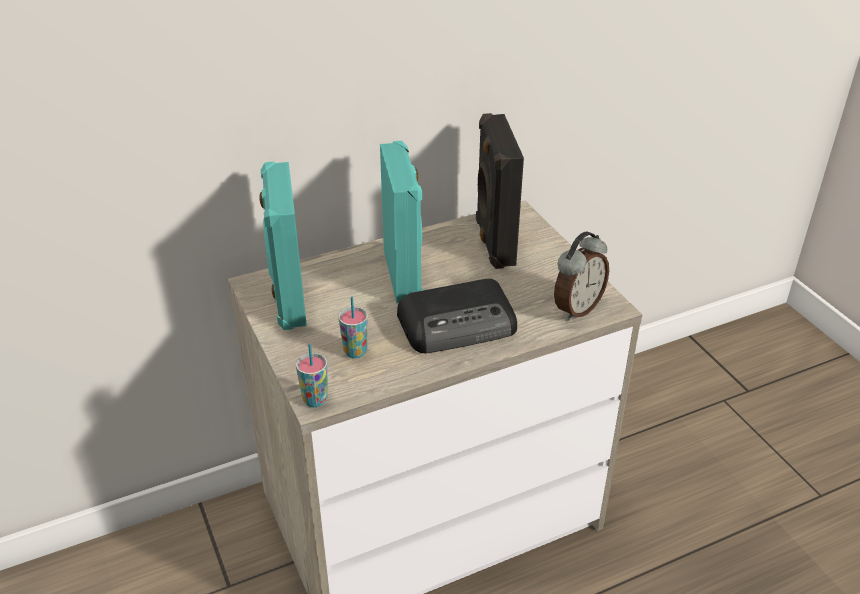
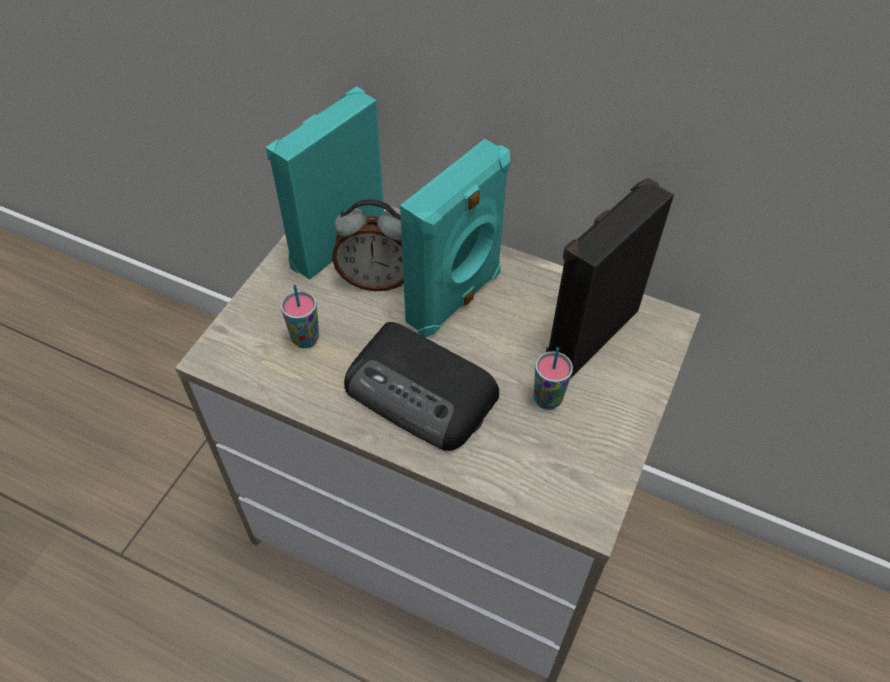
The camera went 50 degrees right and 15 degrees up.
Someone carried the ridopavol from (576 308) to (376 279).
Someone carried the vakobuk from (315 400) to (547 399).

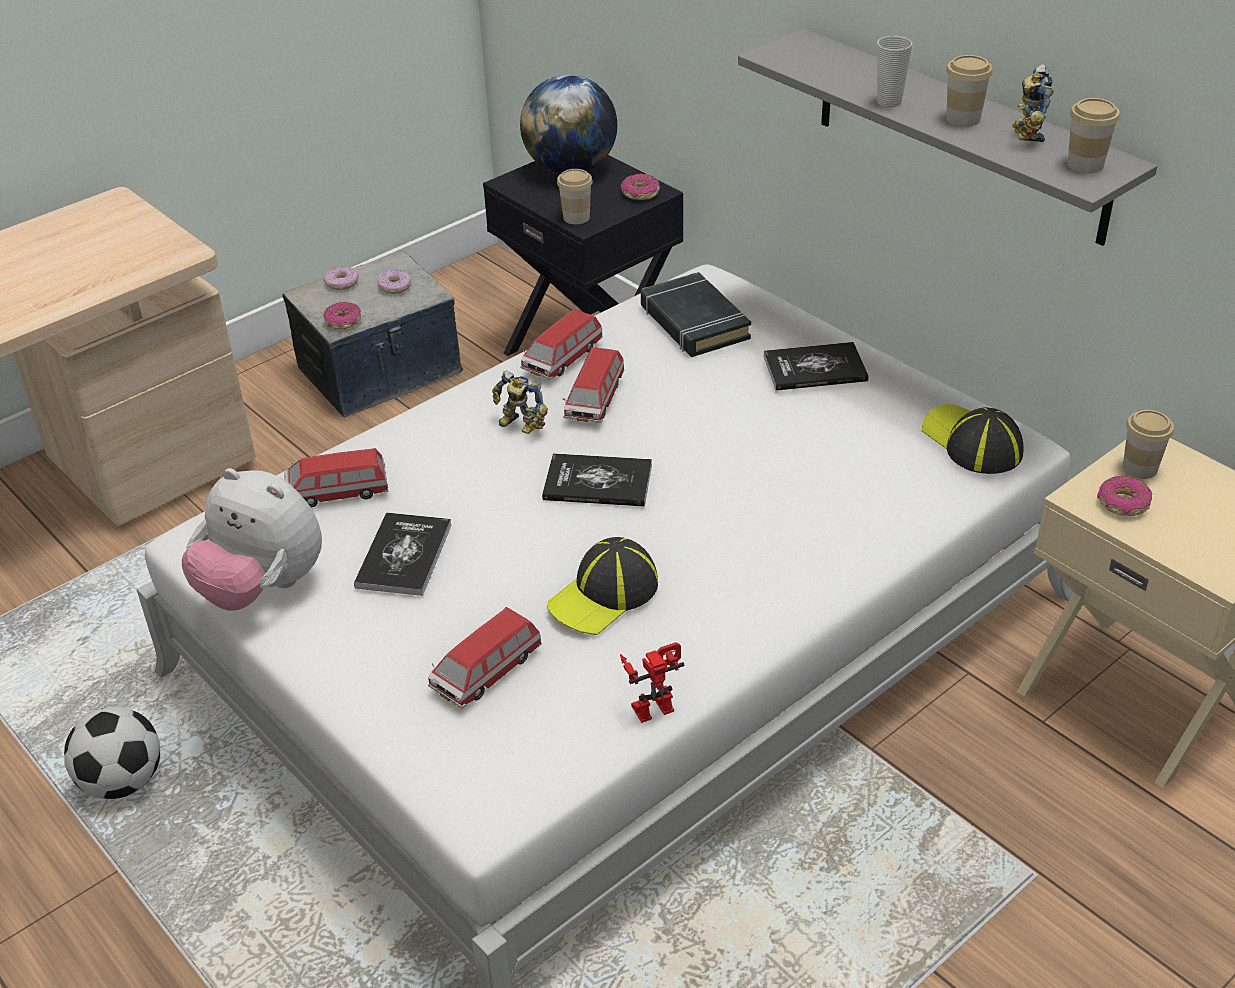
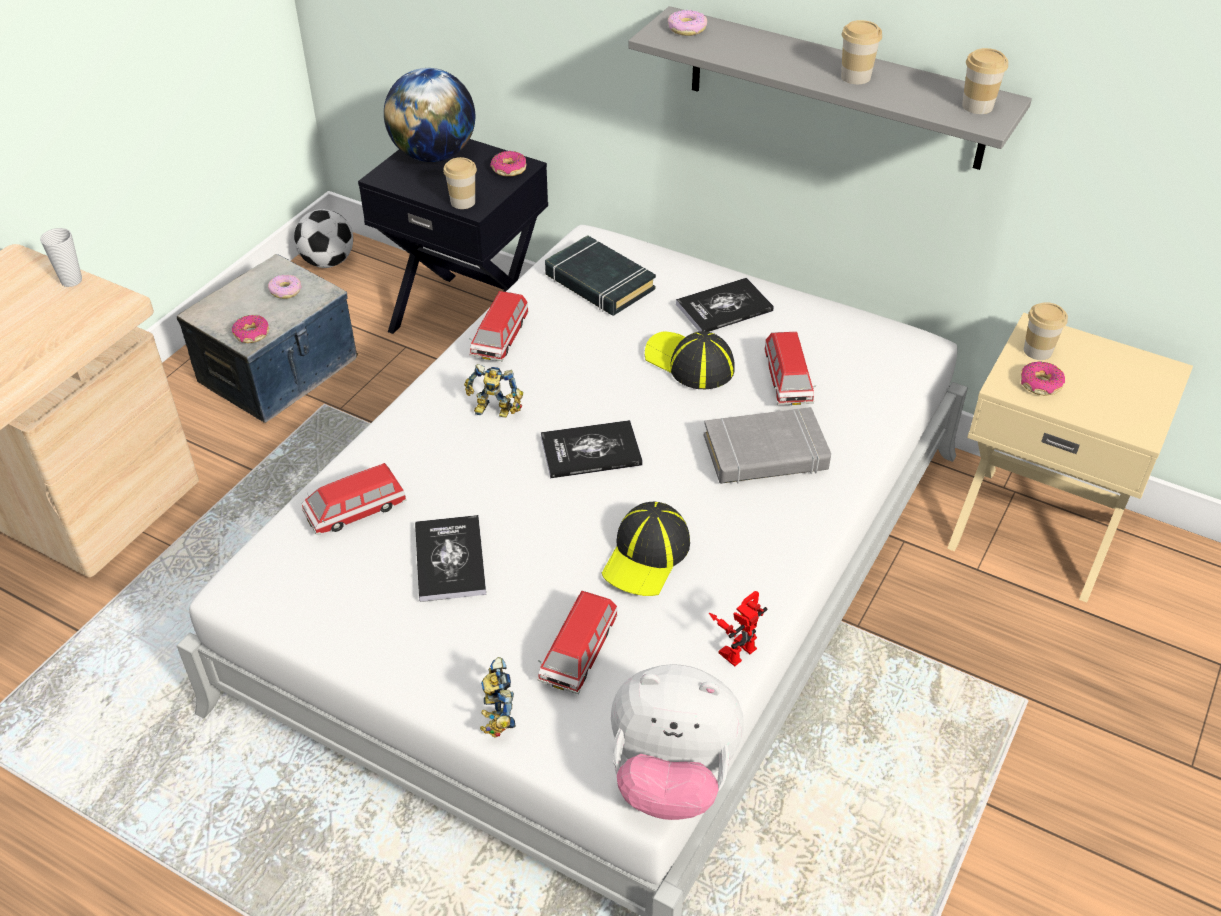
The camera went 20 degrees left and 5 degrees up.
Someone carried the vakobuk from (889 102) to (71 281).
Someone carried the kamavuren from (123 782) to (328 262).
Someone carried the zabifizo from (1025 133) to (496 714).
Someone carried the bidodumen from (262 588) to (671 777).
Someone carried the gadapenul from (972 443) to (689 363).
Someone carried the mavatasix from (342 283) to (687 29).
Someone put down the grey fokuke at (765 453).
Someone carried the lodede from (595 400) to (787 381).

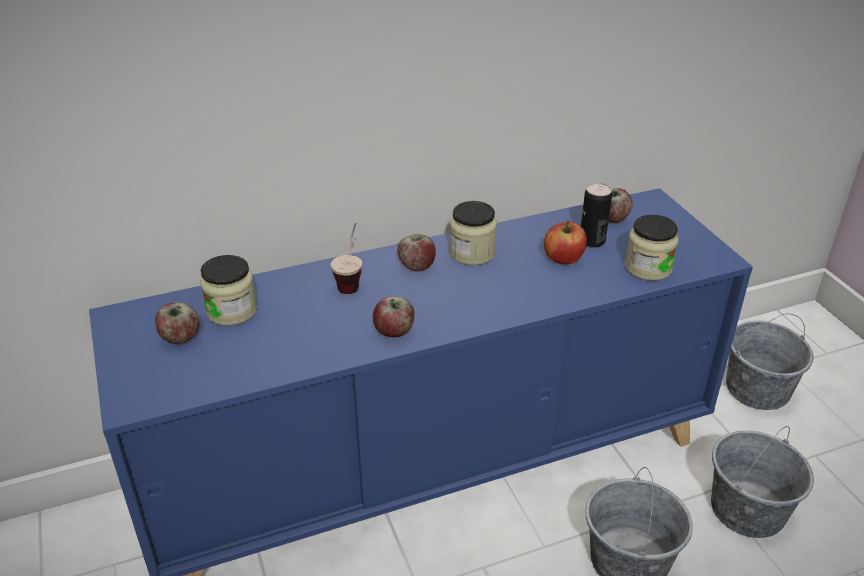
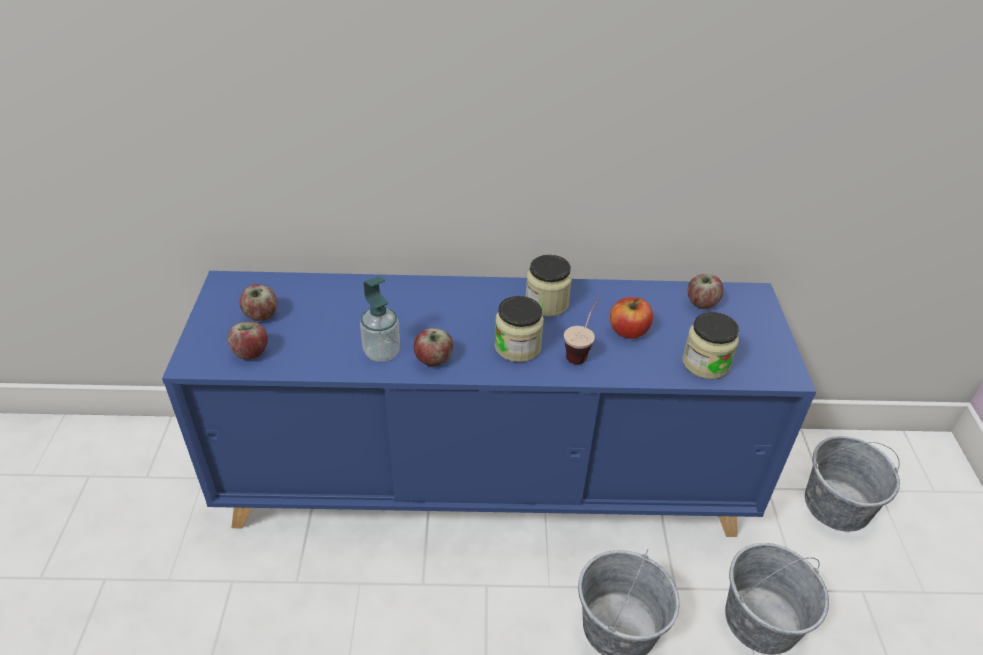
The camera went 20 degrees right and 5 degrees up.
Someone carried the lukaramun from (417 266) to (251 352).
Someone put down the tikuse at (382 352).
Someone carried the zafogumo from (232 311) to (517 347).
Someone carried the vakobuk from (351 281) to (581 350).
Someone took away the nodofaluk at (592 241).

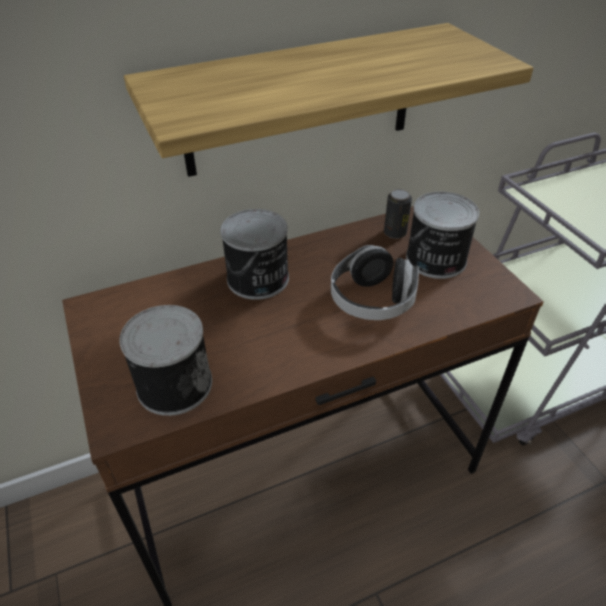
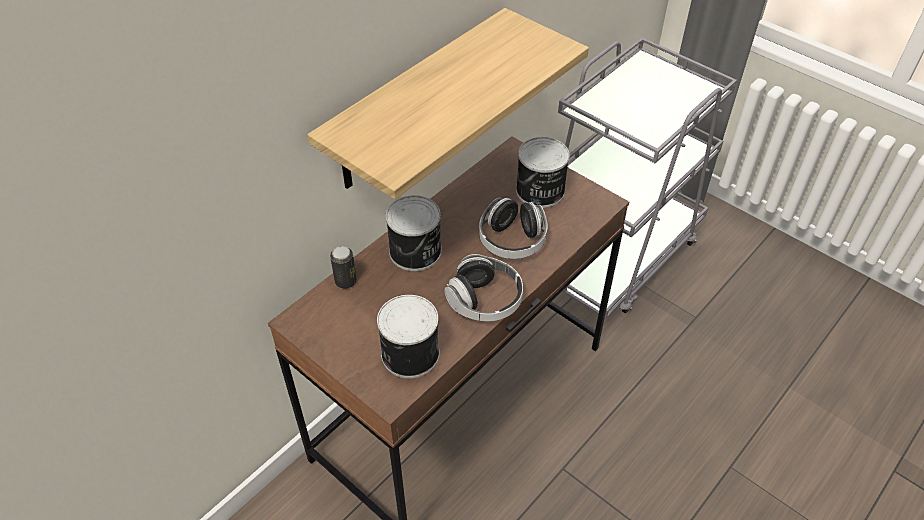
The camera went 25 degrees left and 5 degrees up.
Someone carried the nodofaluk from (395 233) to (345 281).
Someone put down the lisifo at (484 301).

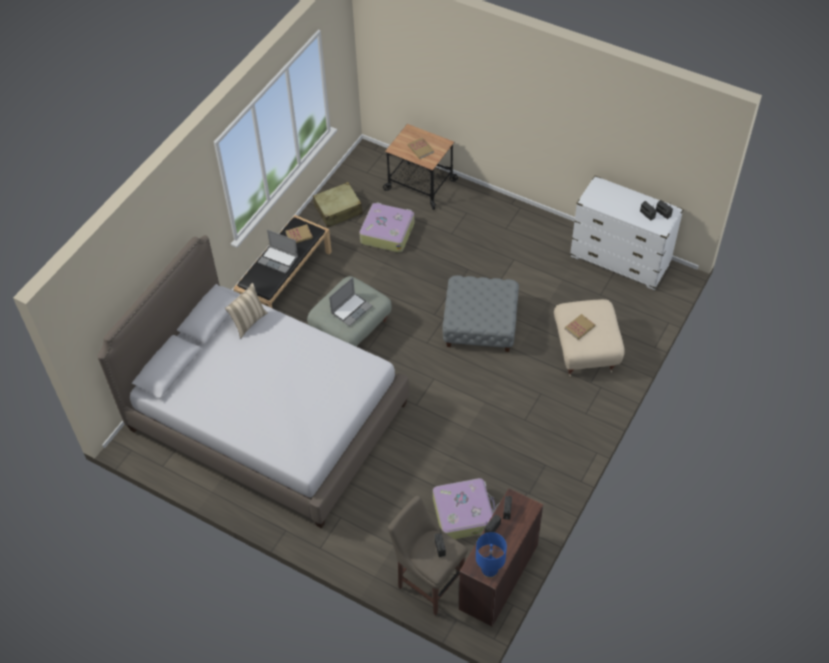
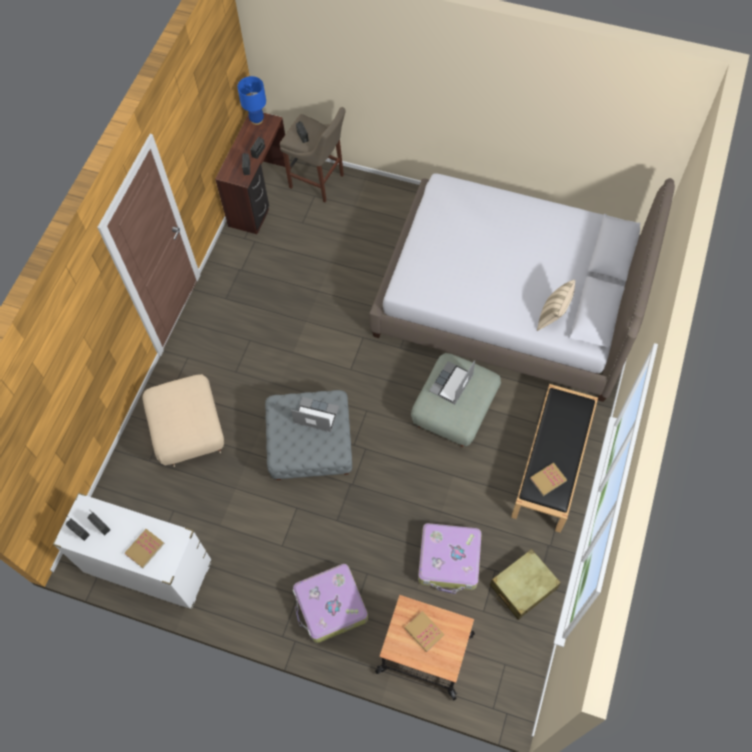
The camera went 170 degrees right and 10 degrees up.
Someone carried the fokuke from (579 327) to (144 548).
Someone carried the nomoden from (279 260) to (315 416).
Someone carried the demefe from (464 513) to (330 606).

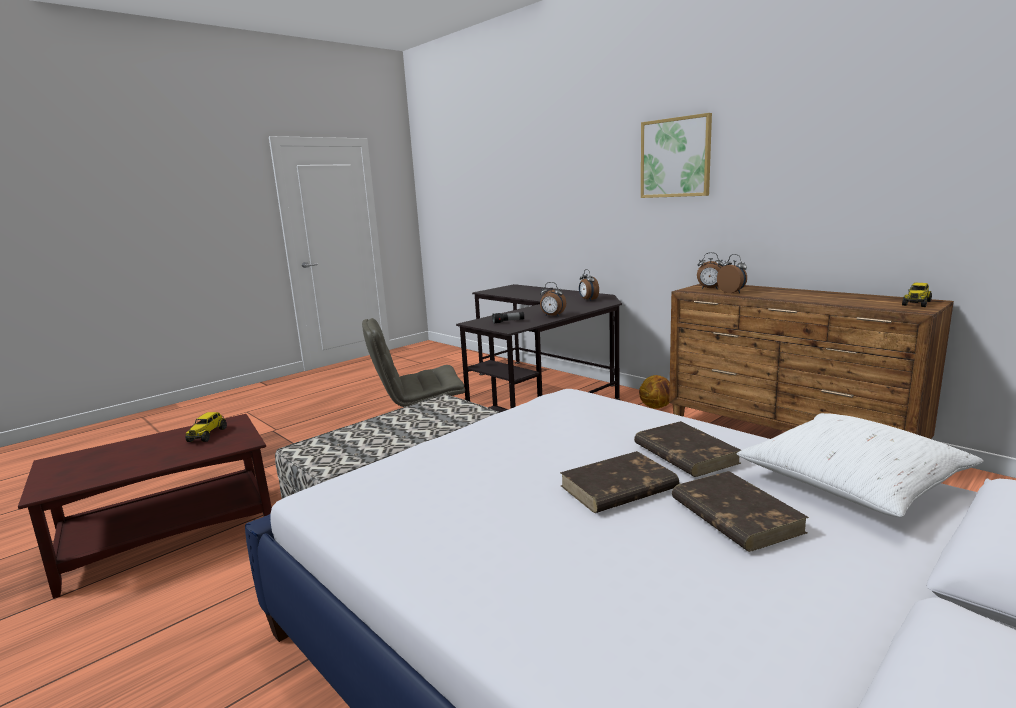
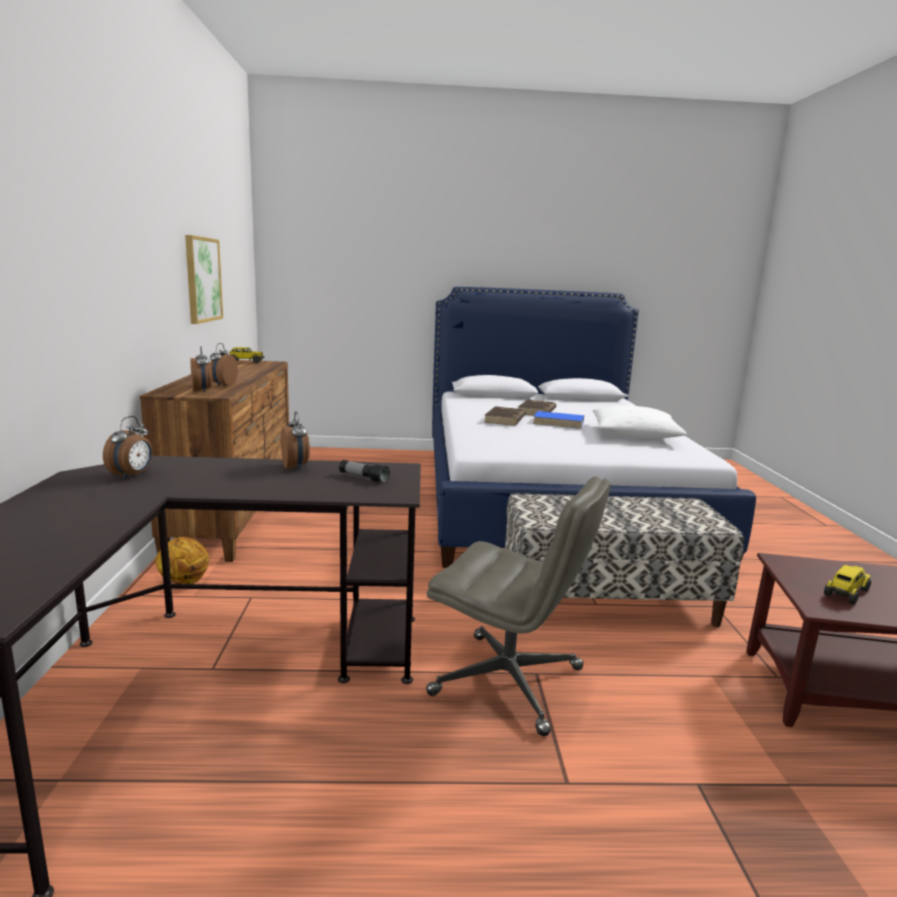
The camera went 140 degrees left and 0 degrees up.
Someone carried the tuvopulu from (675 157) to (202 279).
Someone repainted the brown fokuke at (617 488), which became the blue fokuke at (559 422).
Someone carried the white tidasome from (851 482) to (635 435).

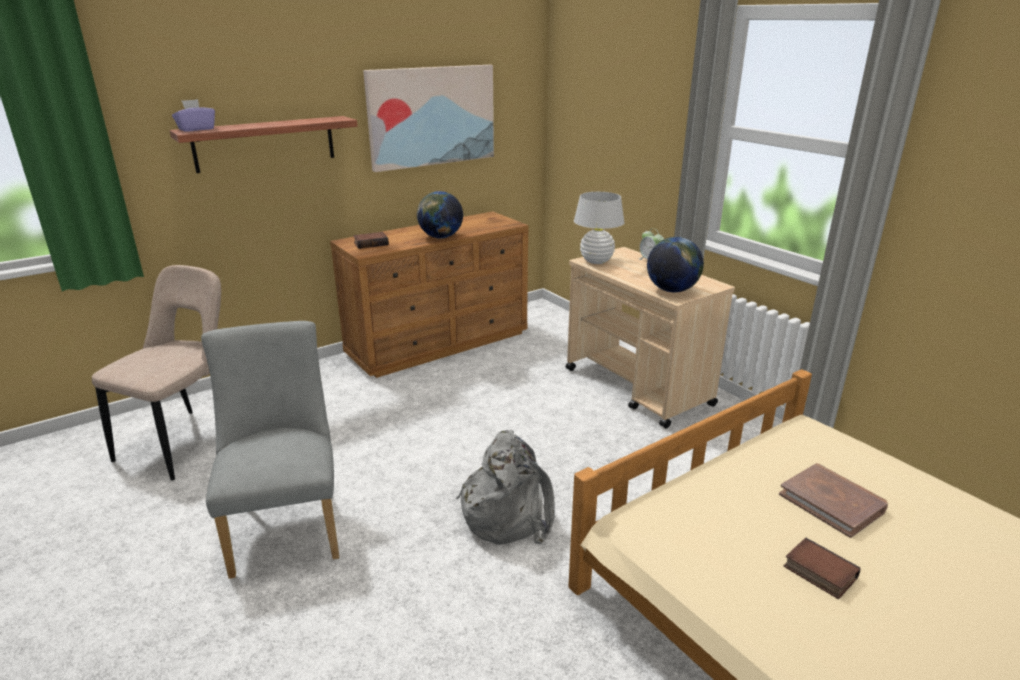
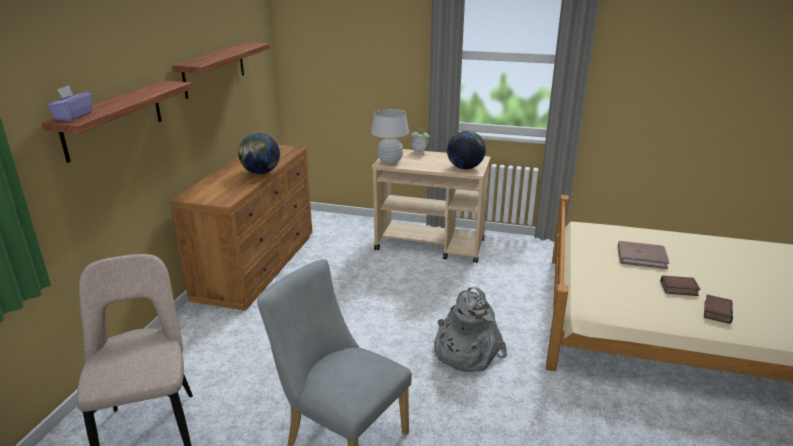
The camera went 40 degrees left and 0 degrees up.
Someone swapped the tuvopulu at (431 116) for the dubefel at (214 69).
Someone carried the fokuke from (371 243) to (716 311).

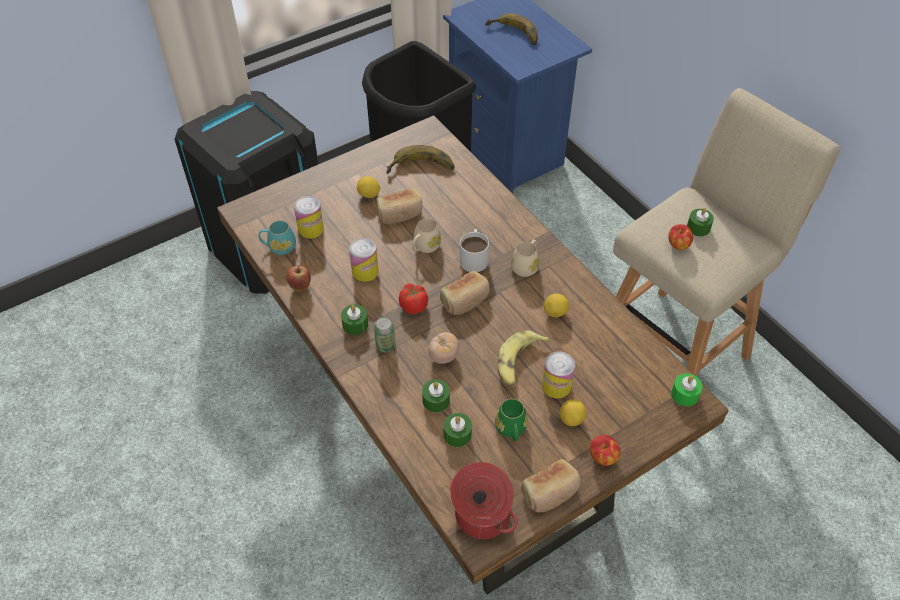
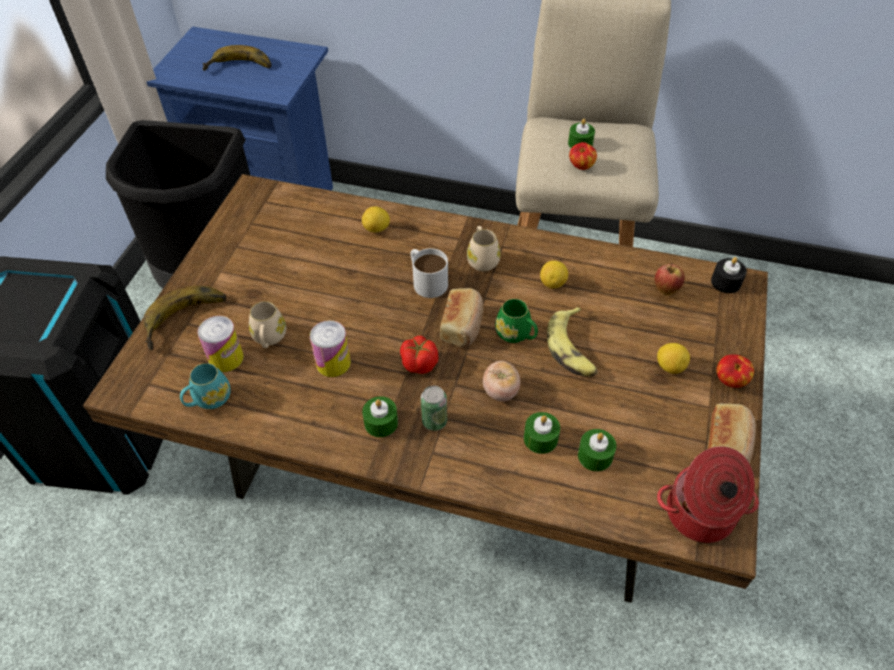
The camera went 40 degrees left and 0 degrees up.
Someone carried the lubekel from (421 169) to (187 321).
Someone carried the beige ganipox from (424 247) to (269 339).
Someone carried the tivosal from (369 195) to (377 229).
Someone carried the green ganipox from (511 430) to (516 335).
Someone carried the lukaramun from (300 287) to (665 290).
Someone repainted the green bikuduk at (684 394), which became the black bikuduk at (726 282).
Someone took away the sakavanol at (399 214).
Someone took away the nodofaluk at (556 386).

